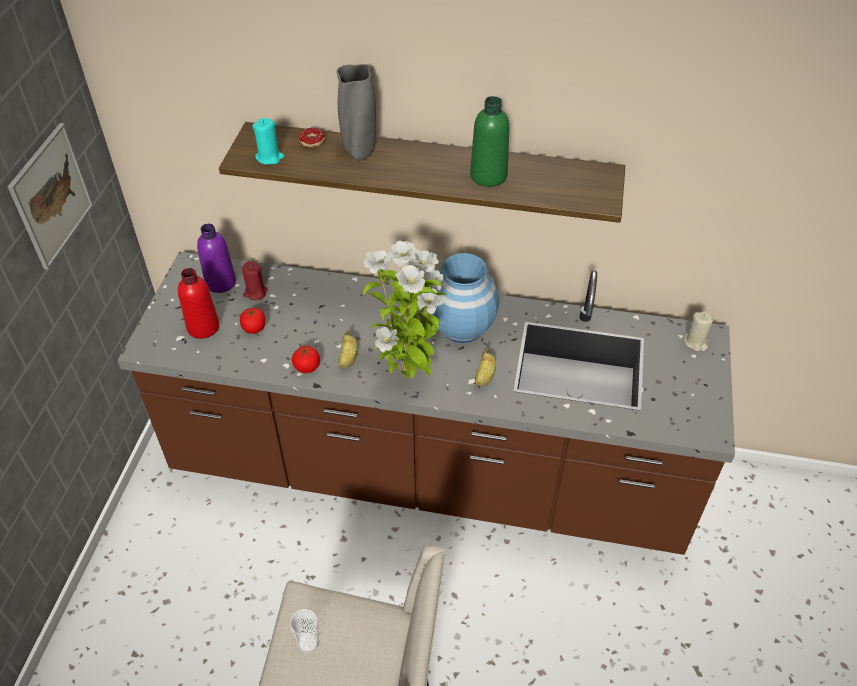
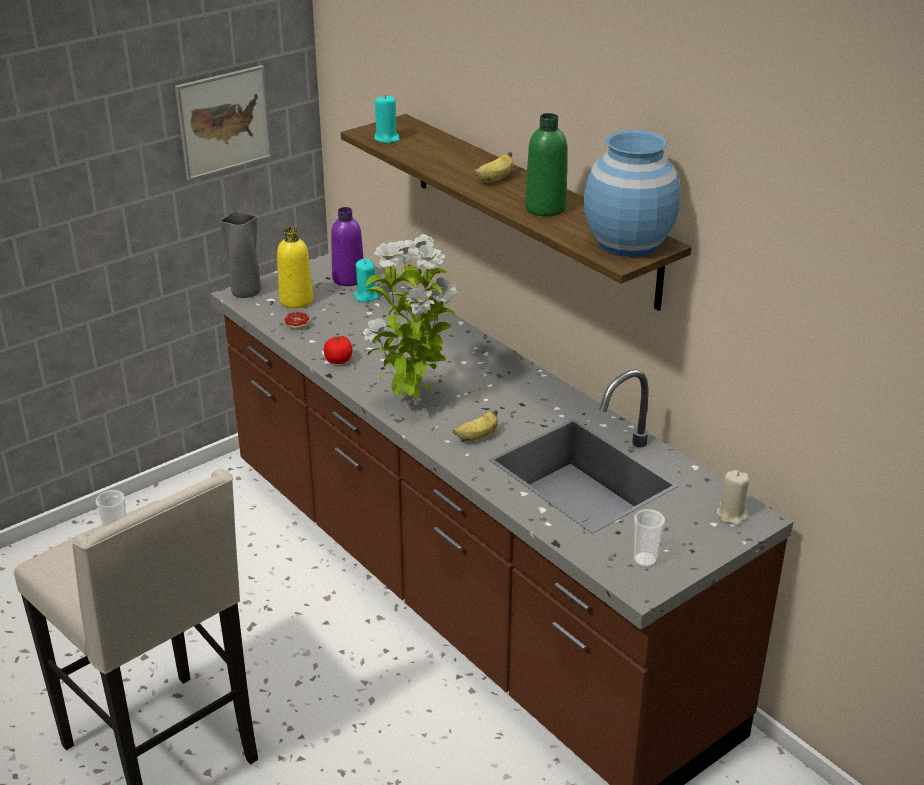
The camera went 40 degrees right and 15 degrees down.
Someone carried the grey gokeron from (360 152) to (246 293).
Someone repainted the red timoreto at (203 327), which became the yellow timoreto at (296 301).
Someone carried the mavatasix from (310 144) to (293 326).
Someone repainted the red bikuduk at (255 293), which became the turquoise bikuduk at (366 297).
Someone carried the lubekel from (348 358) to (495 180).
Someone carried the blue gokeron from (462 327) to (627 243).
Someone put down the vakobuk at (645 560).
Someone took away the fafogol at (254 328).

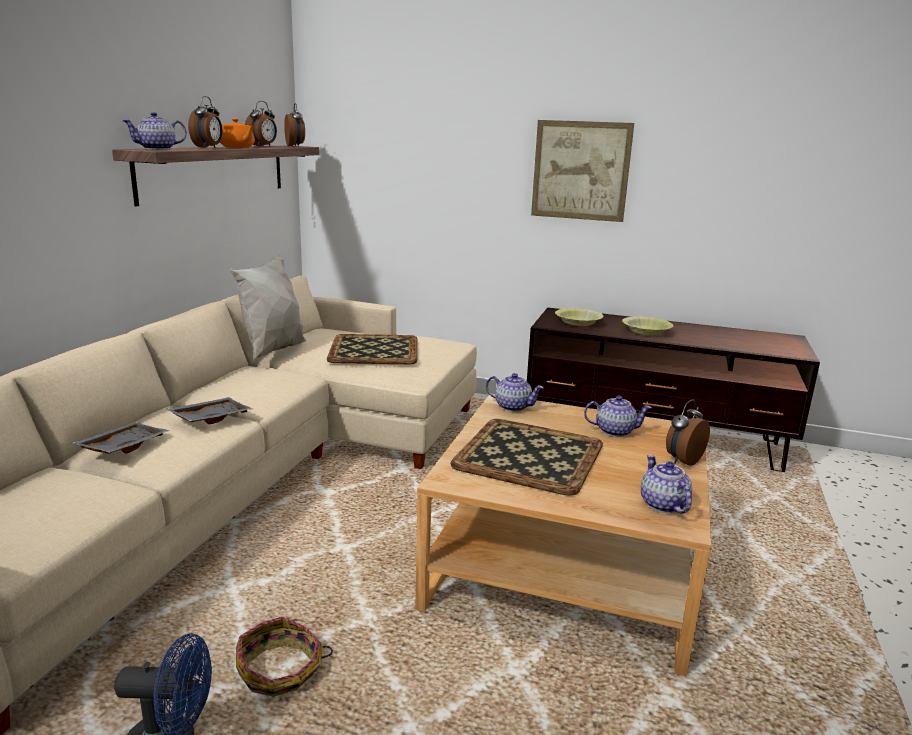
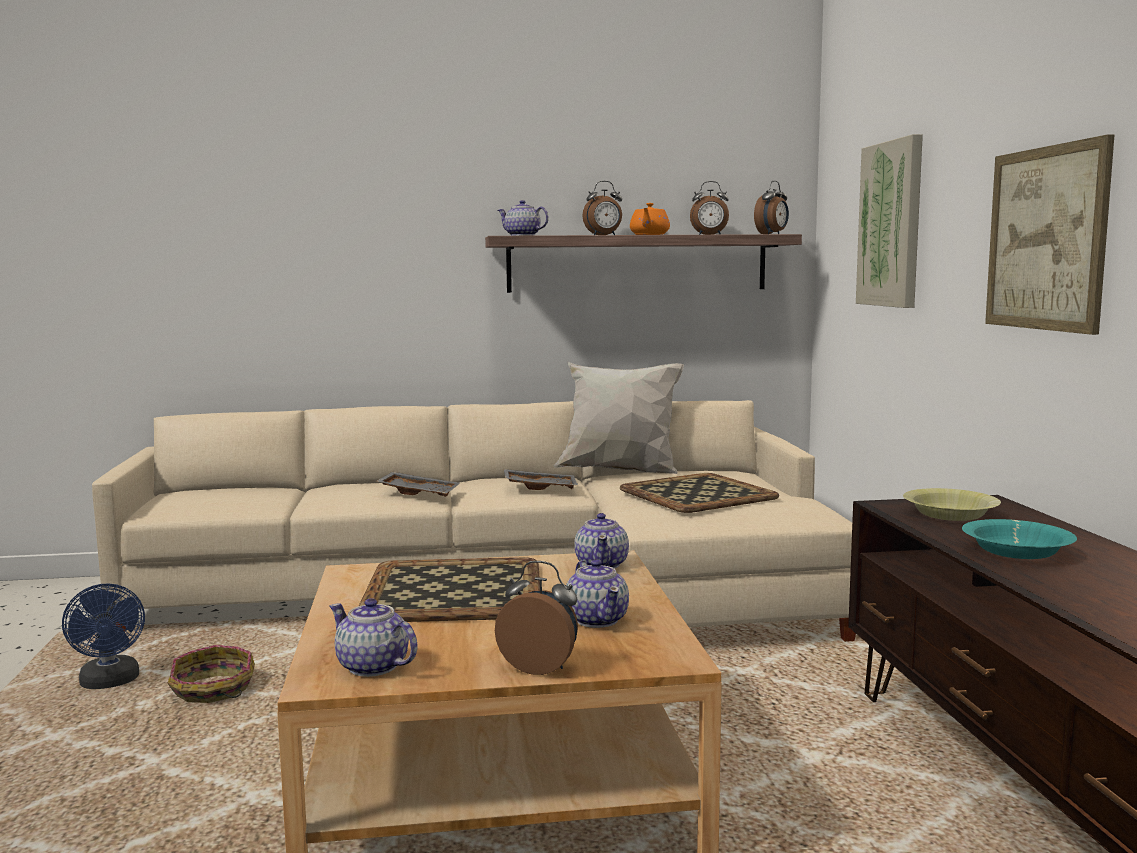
The camera went 65 degrees right and 10 degrees down.
Someone rotated the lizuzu at (663 505) by 105 degrees counterclockwise.
Someone carried the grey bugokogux from (122 447) to (540 487).
Someone put up the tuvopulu at (891 224).
Someone repainted the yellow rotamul at (646 332), which became the turquoise rotamul at (1017 552).

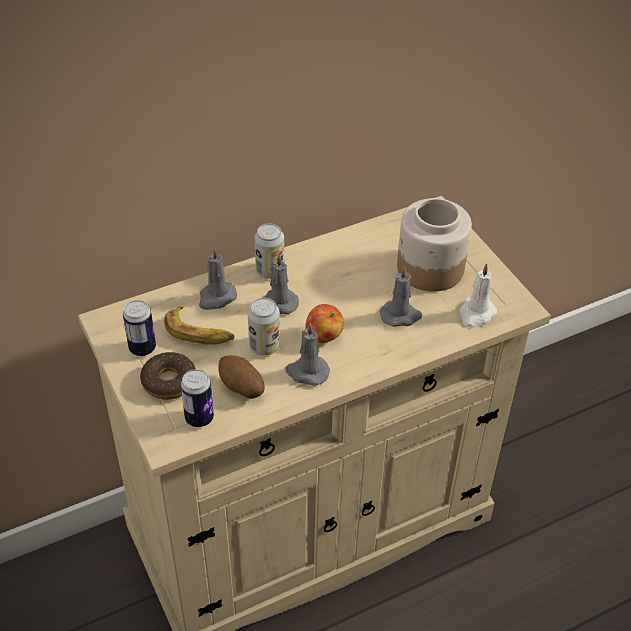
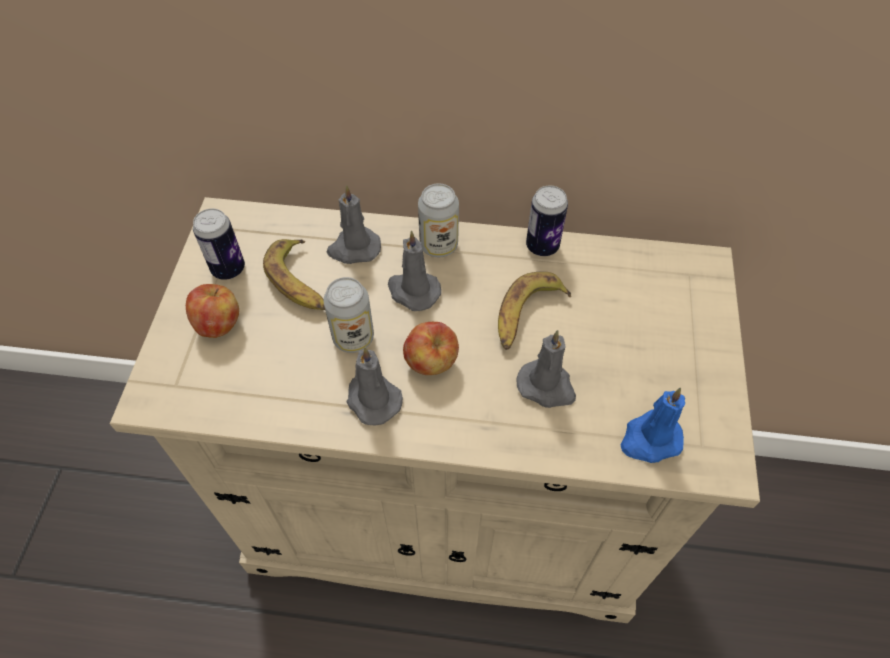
The camera went 35 degrees right and 10 degrees up.
Someone swapped the mavatasix at (169 381) for the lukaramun at (219 324).
Someone put down the lubekel at (527 315).
Someone carried the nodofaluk from (199 418) to (542 246).
Someone repainted the white bikuduk at (476 314), which became the blue bikuduk at (650 440).
Someone took away the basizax at (241 388).
Someone took away the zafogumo at (429 269).

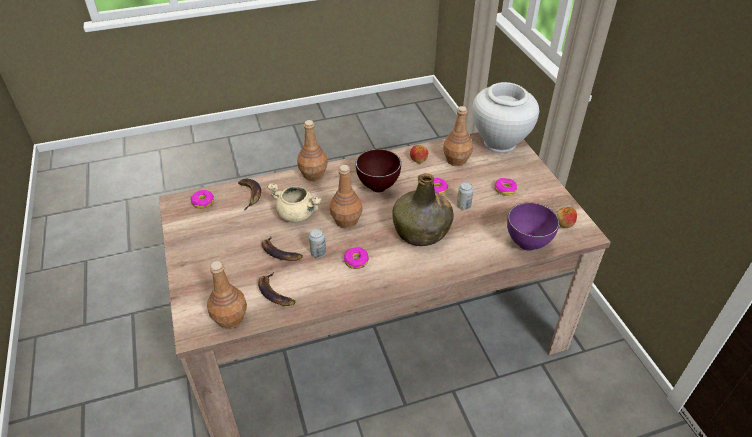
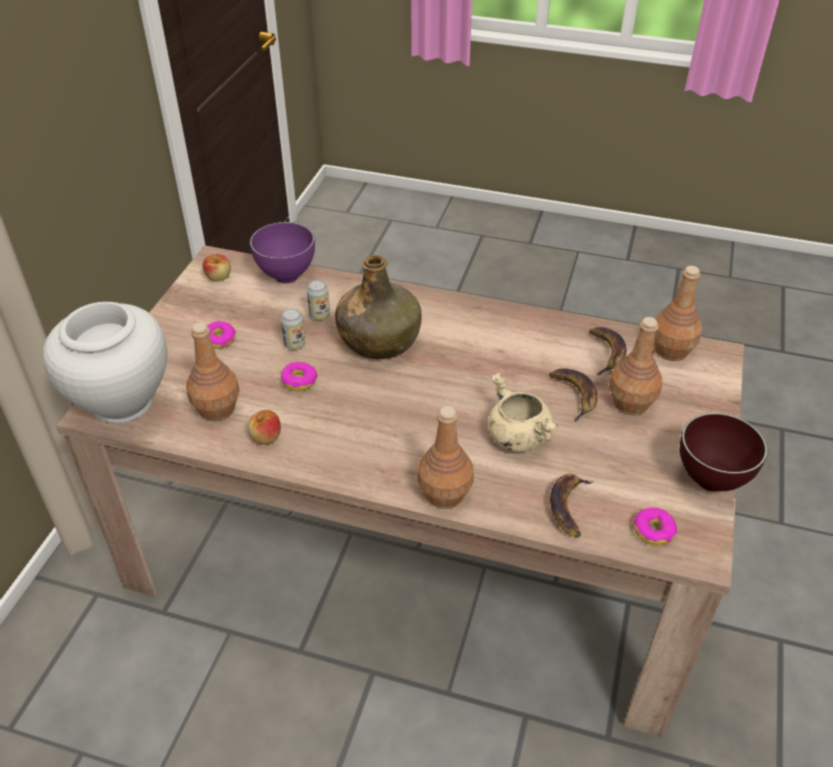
The camera went 145 degrees left and 0 degrees up.
Someone carried the nodofaluk from (318 253) to (319 315).
Someone carried the brown timoreto from (346 221) to (631 403).
Someone carried the brown rotamul from (379 188) to (709 480).
Someone took away the mavatasix at (356 261).

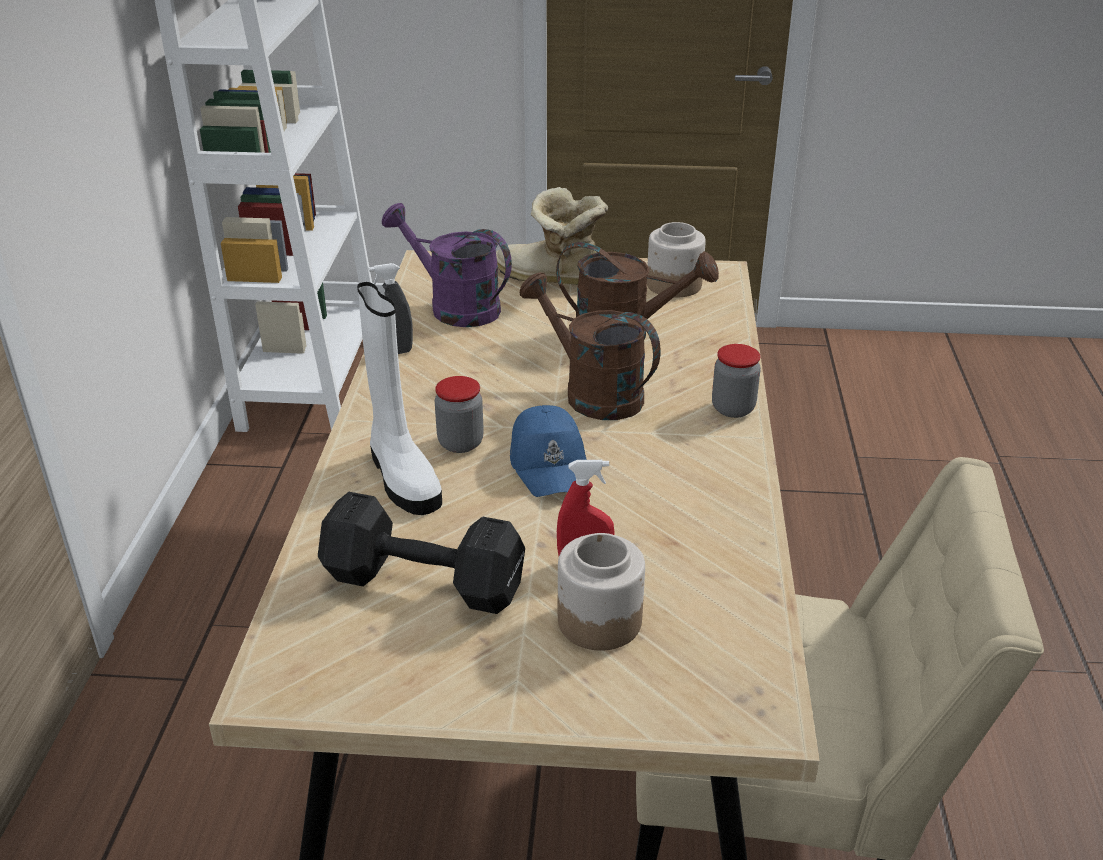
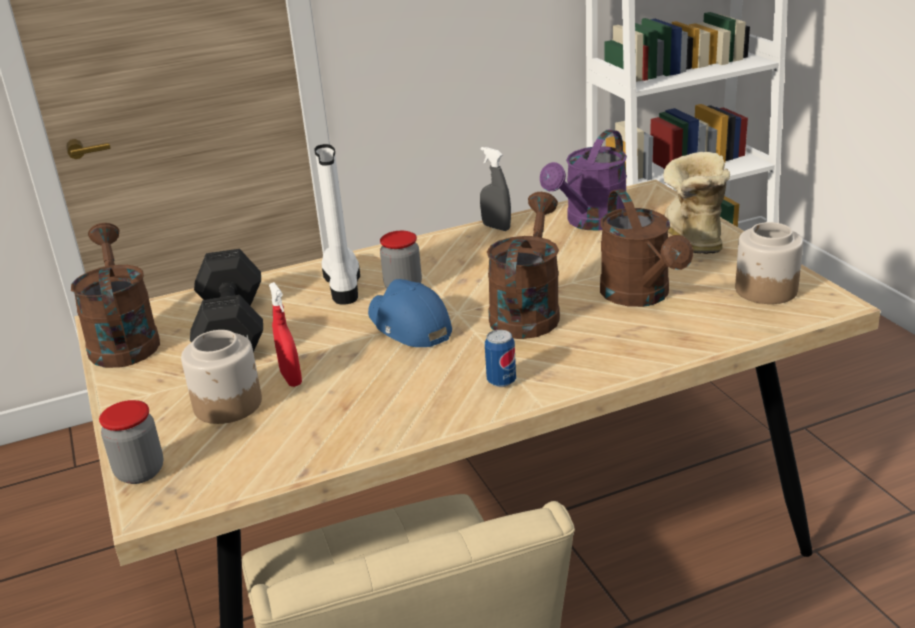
The camera went 65 degrees right and 5 degrees down.
Someone put down the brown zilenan at (123 340).
Someone carried the zafogumo from (733 408) to (140 472).
Someone rotated the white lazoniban at (402 477) by 135 degrees clockwise.
Someone rotated the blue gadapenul at (549 462) by 90 degrees clockwise.
Someone put down the nodofaluk at (501 381).
Someone rotated the purple zilenan at (454 307) by 150 degrees counterclockwise.

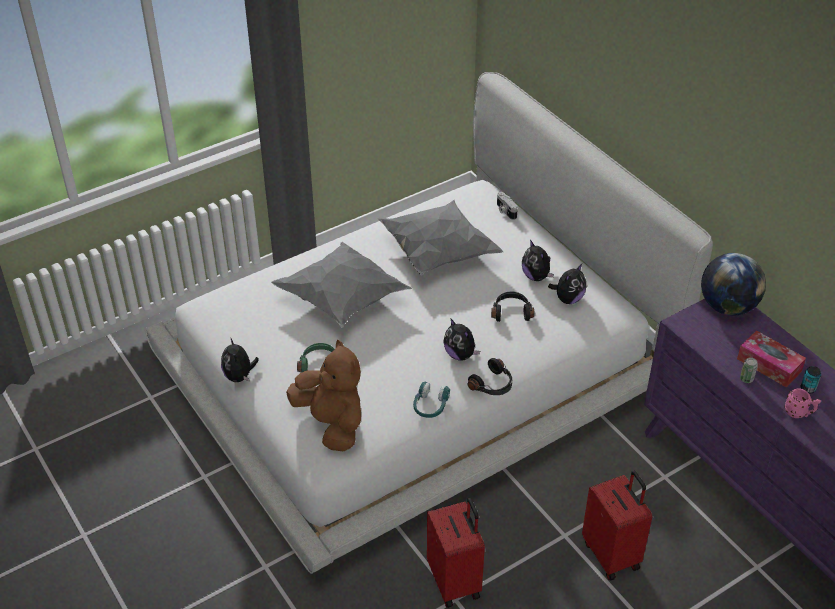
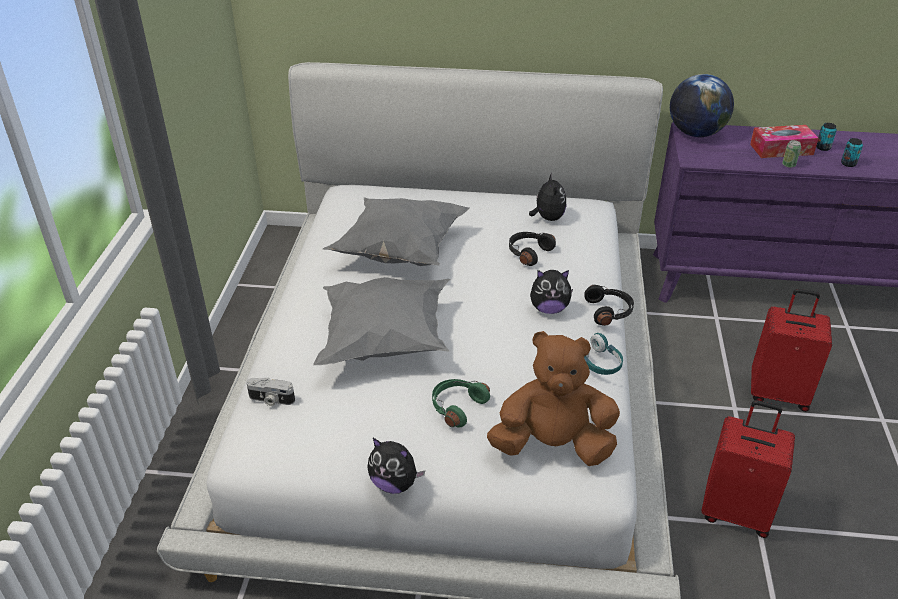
The camera went 50 degrees left and 5 degrees down.
Someone carried the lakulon from (505 211) to (271 400).
Someone swapped the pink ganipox at (799 413) for the nodofaluk at (848 163).
Someone took away the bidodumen at (536 276).

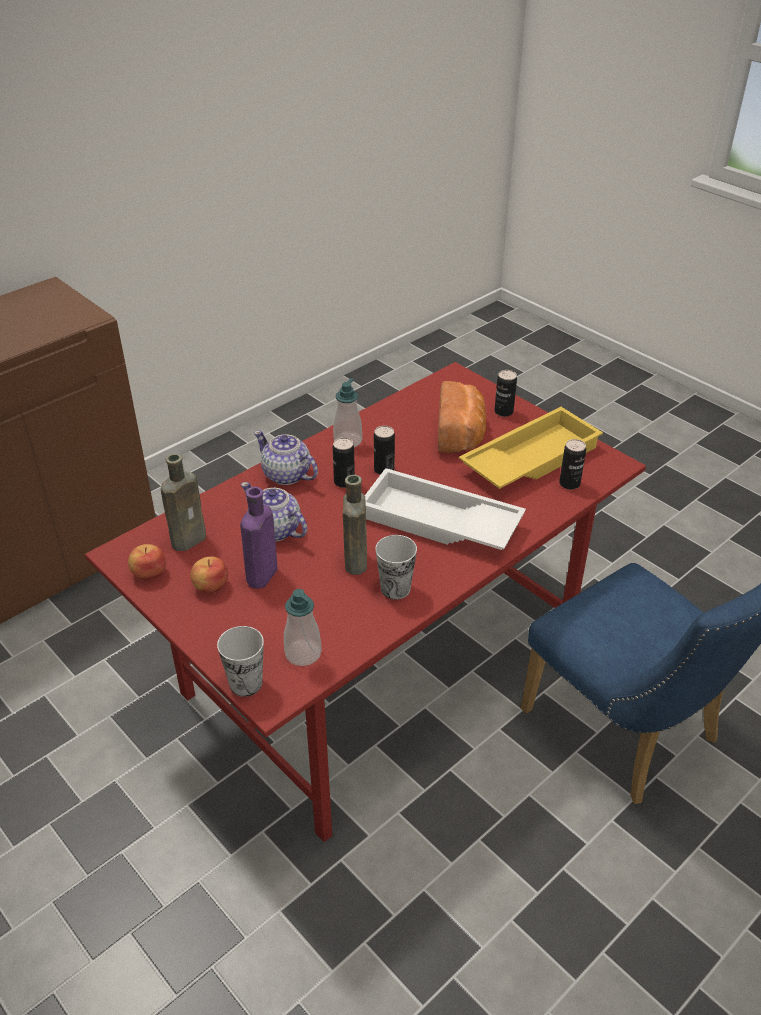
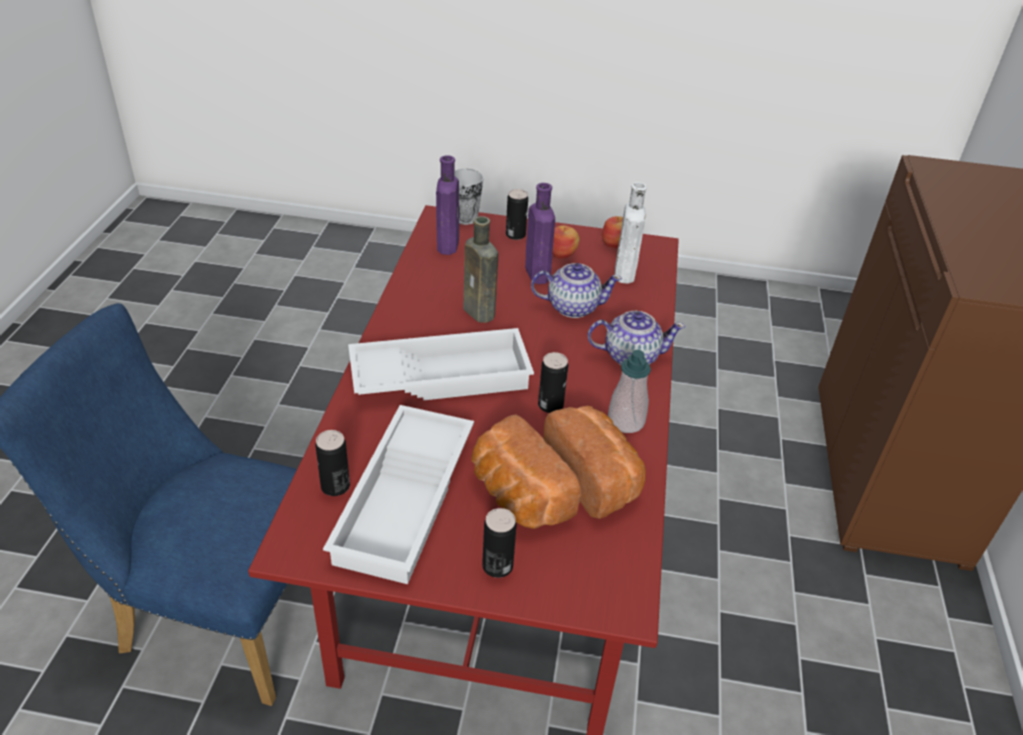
The camera went 140 degrees right and 0 degrees up.
Someone repainted the yellow bugokogux at (529 458), which became the white bugokogux at (407 501).
Someone swapped the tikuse at (303 653) for the purple timoreto at (448 244).
Someone carried the nodofaluk from (344 482) to (515 235).
Someone put down the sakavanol at (595 477).
Someone repainted the brown timoreto at (191 538), which became the white timoreto at (624 275).
Someone took away the vakobuk at (395 589).

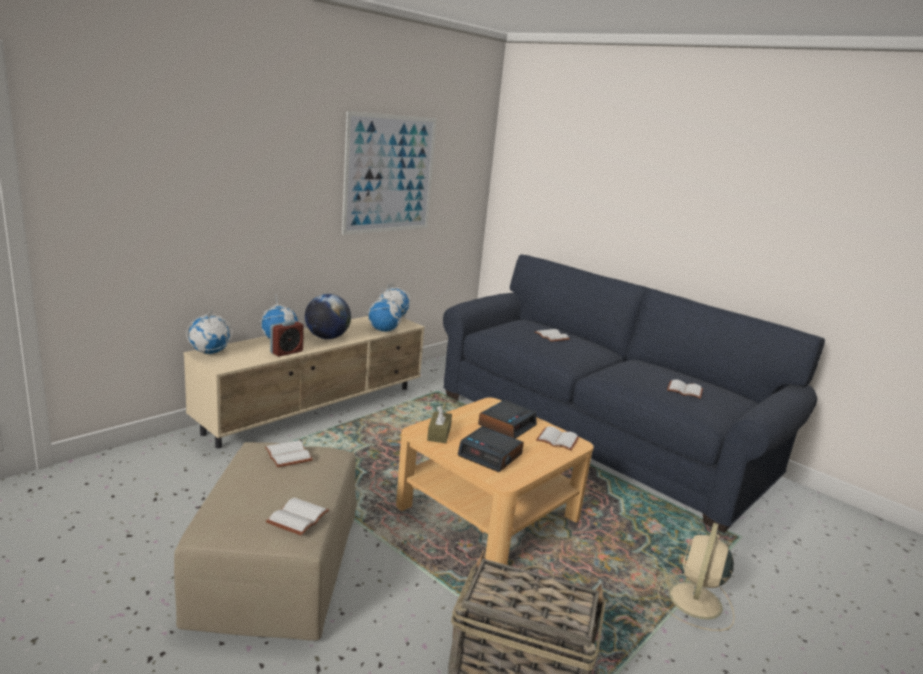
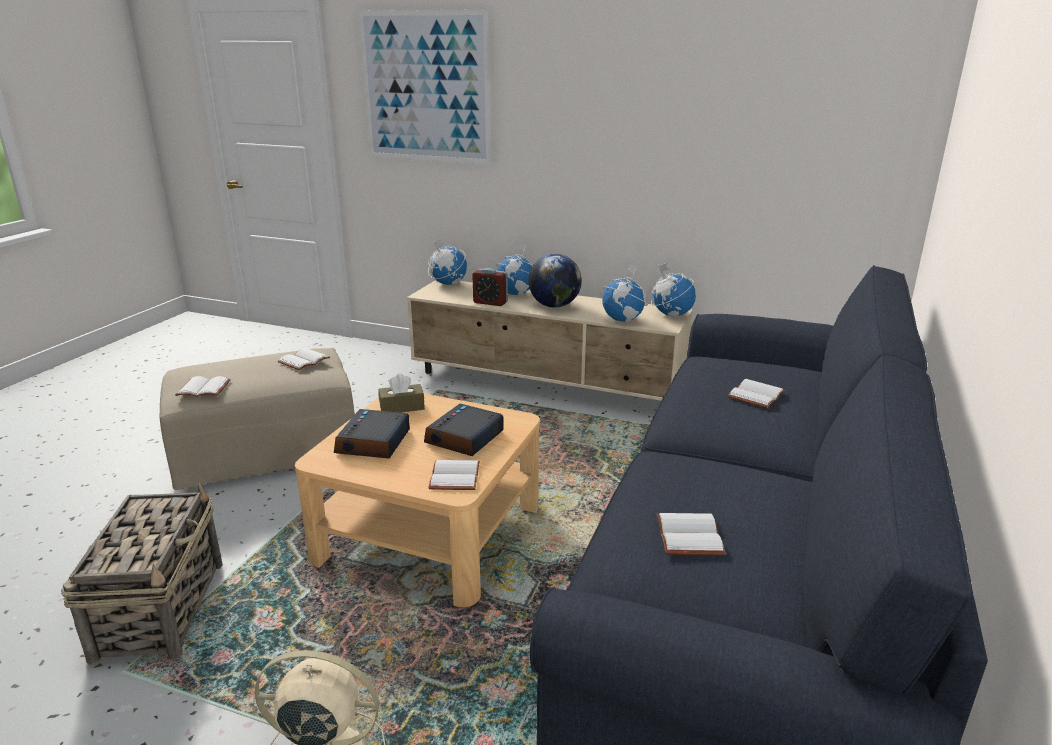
The camera went 70 degrees right and 5 degrees up.
Someone carried the tuvopulu from (390 174) to (425 87).
Someone rotated the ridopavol at (507 425) by 105 degrees clockwise.

